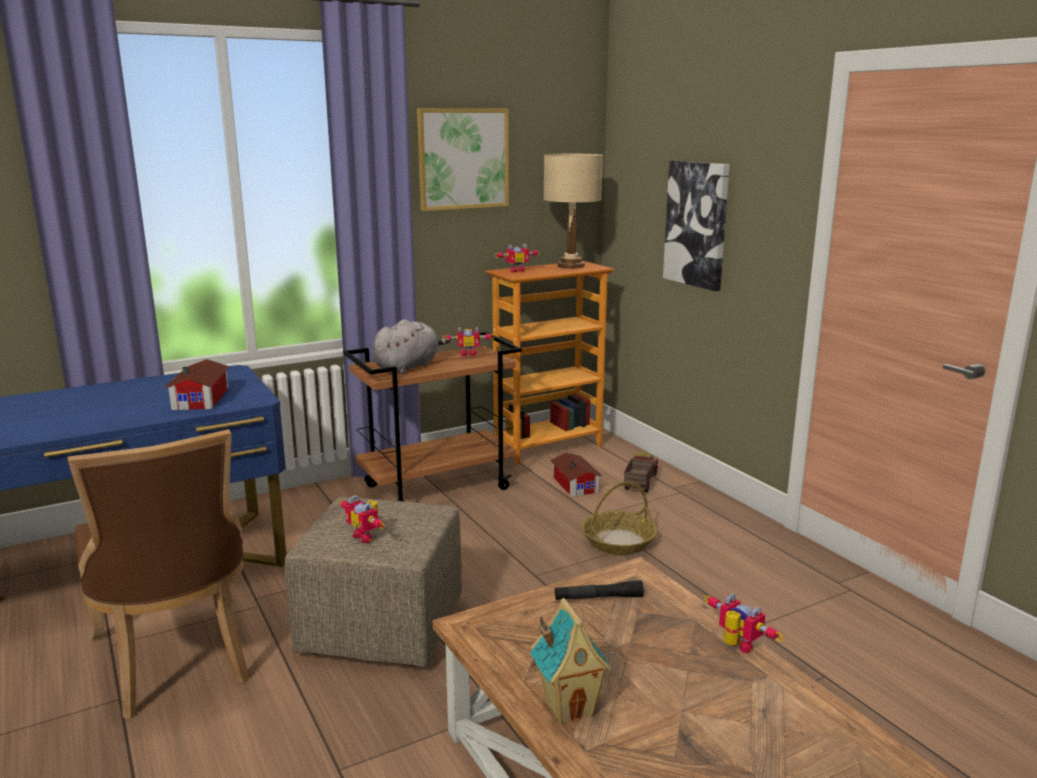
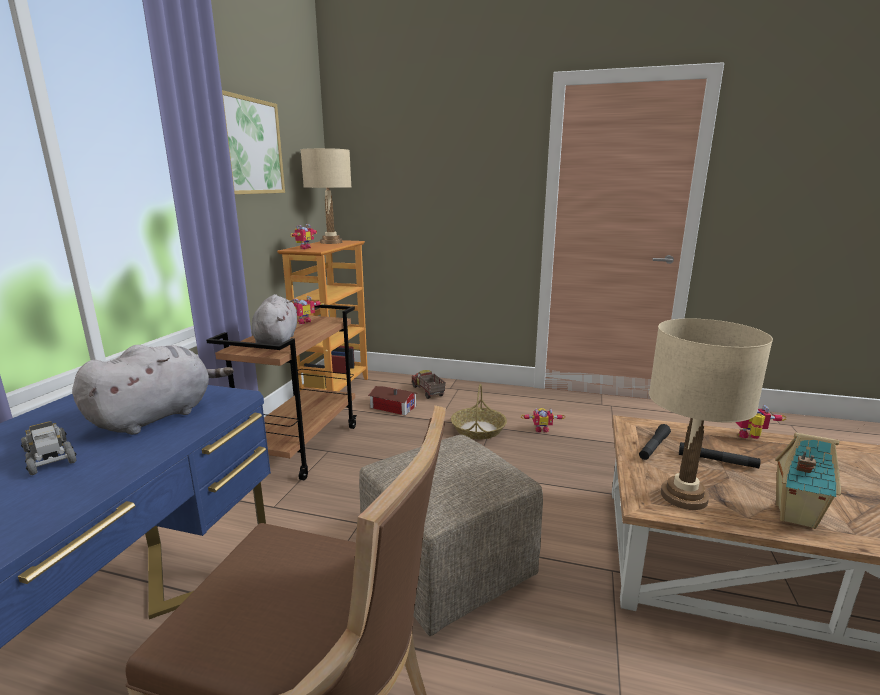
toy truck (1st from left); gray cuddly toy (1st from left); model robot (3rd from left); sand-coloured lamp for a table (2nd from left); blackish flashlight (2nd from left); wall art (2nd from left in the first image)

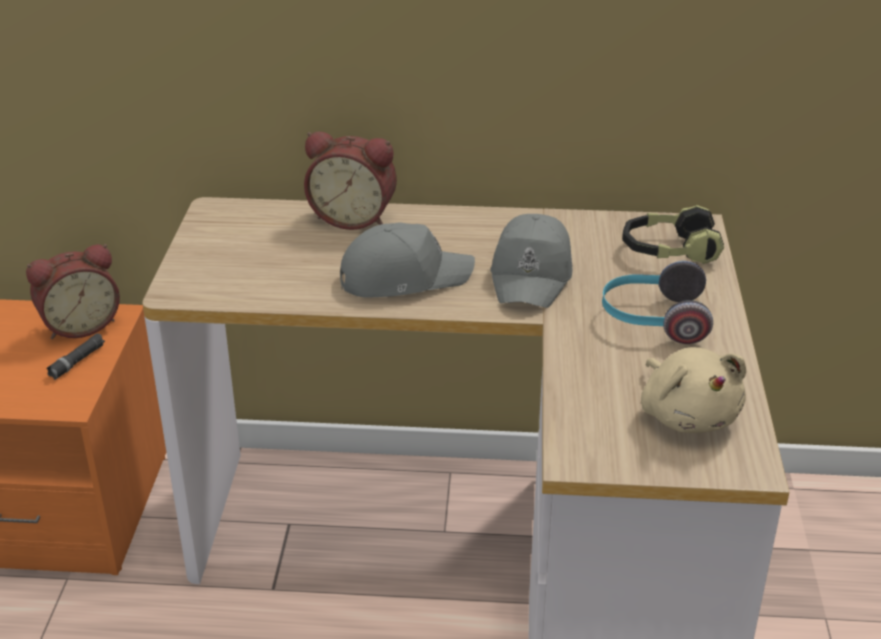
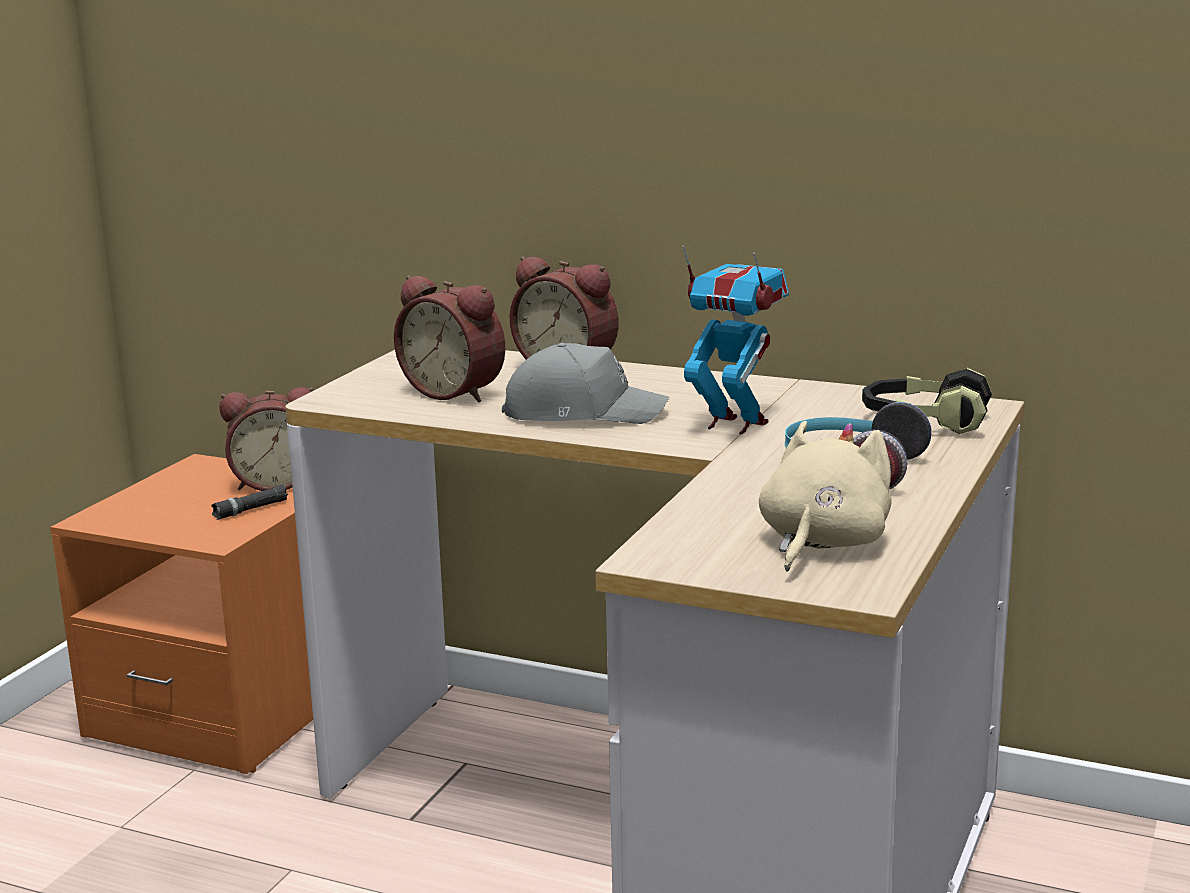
table clock (2nd from left); model robot; sand-coloured cuddly toy

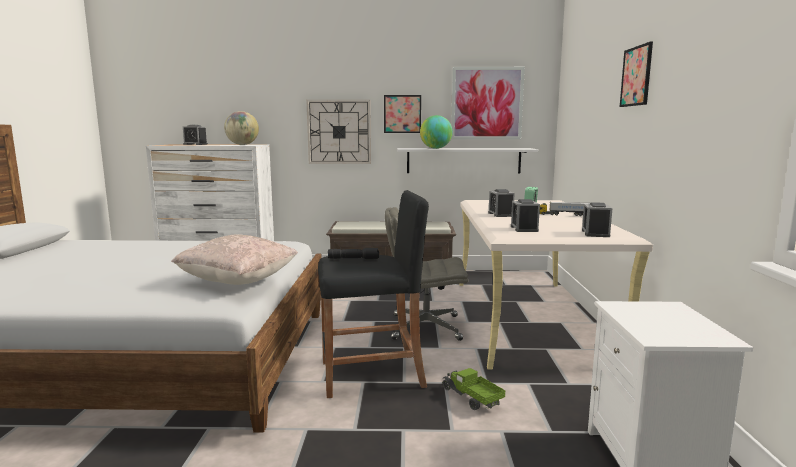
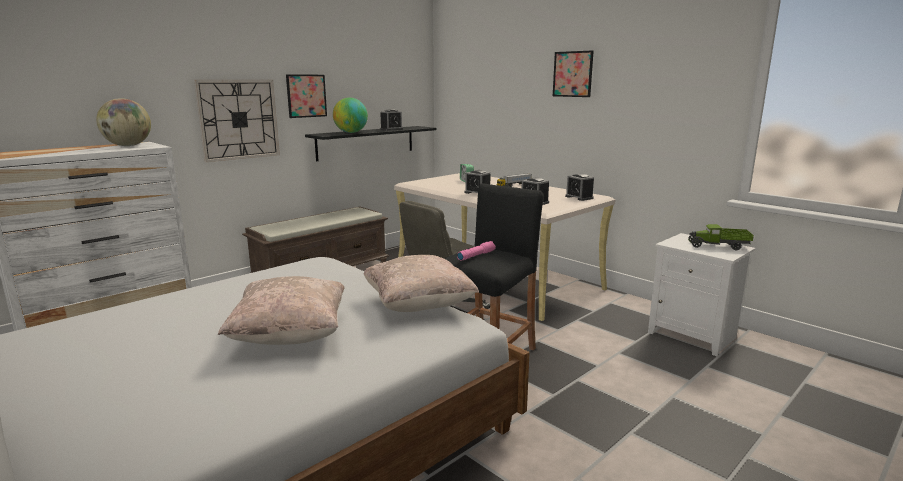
sand-coloured pillow (1st from left); blackish bracket shelf; table clock (1st from left); pink flashlight; toy truck (2nd from left); wall art (2nd from left in the first image)

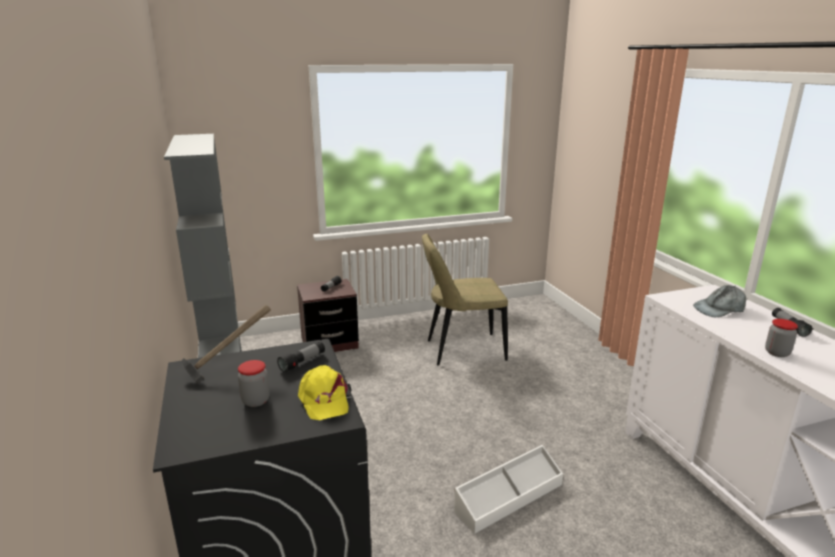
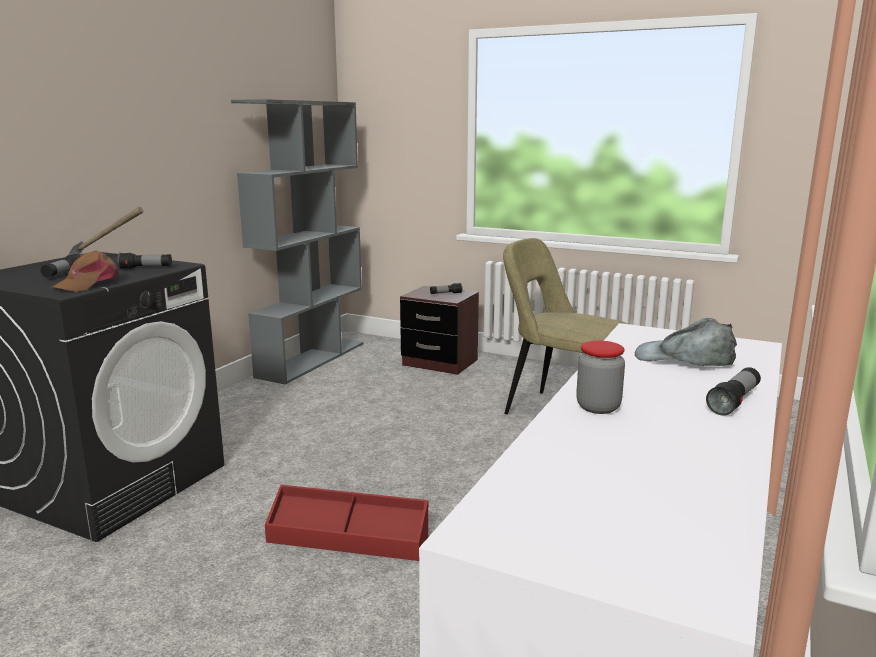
flashlight (1st from left); brownish cap; red storage bin

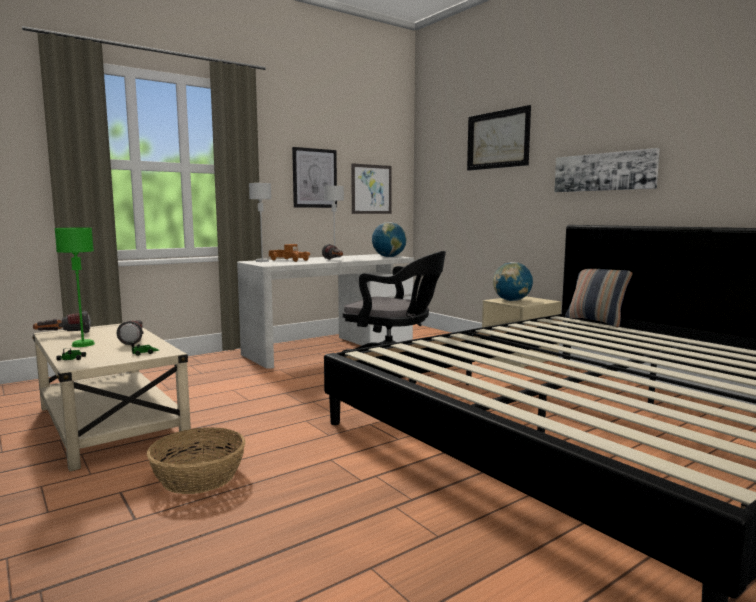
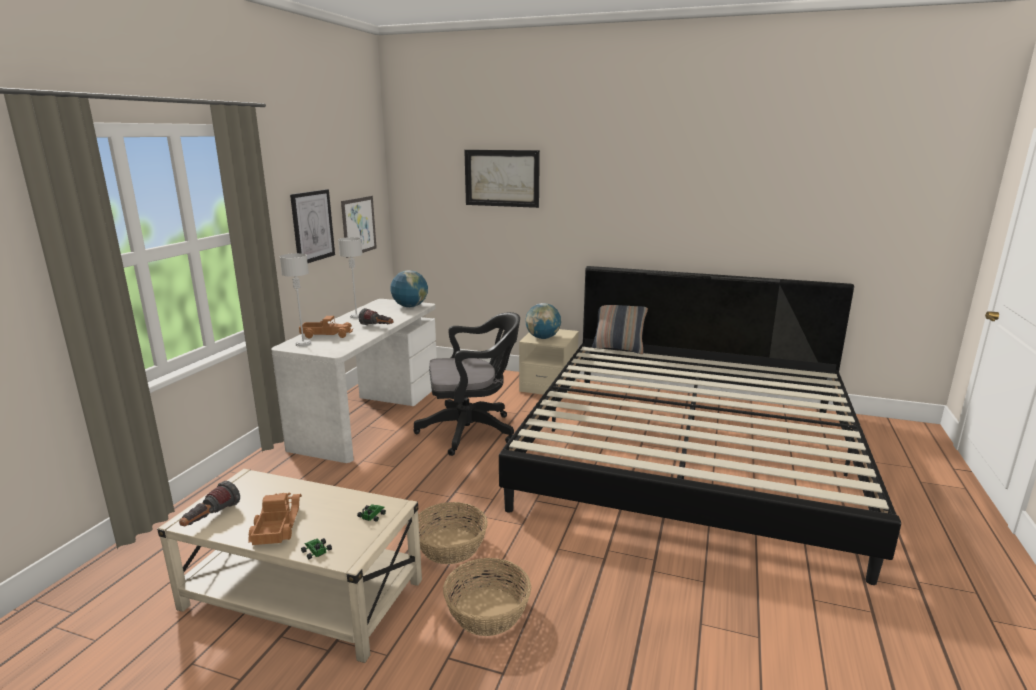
toy truck (1st from left); basket (1st from left); flashlight (2nd from left in the first image); wall art (4th from left in the first image)

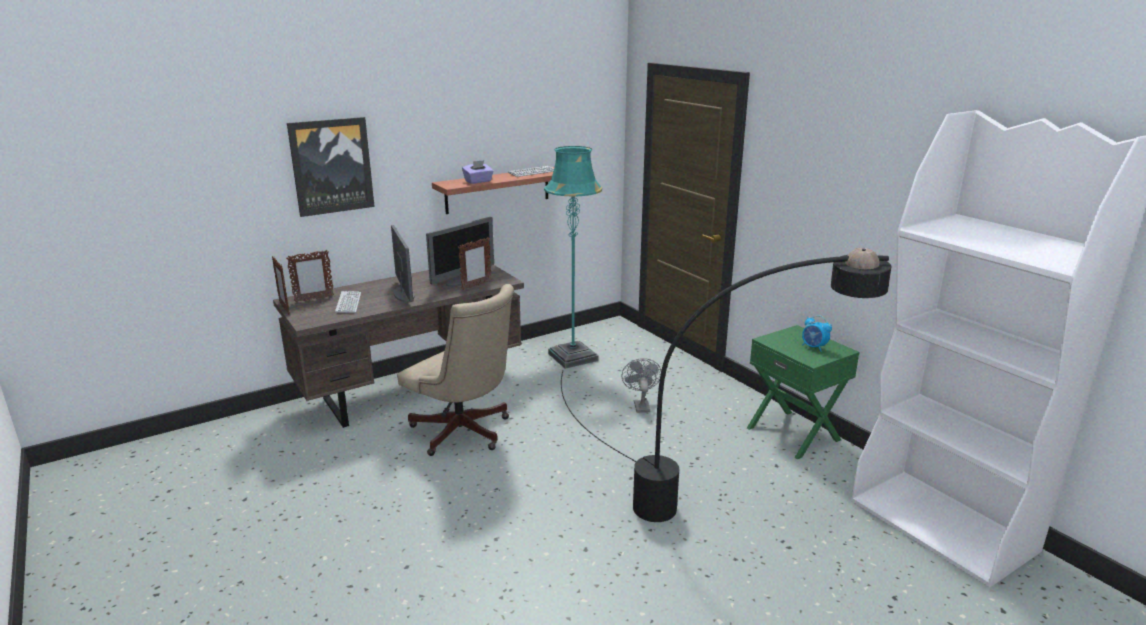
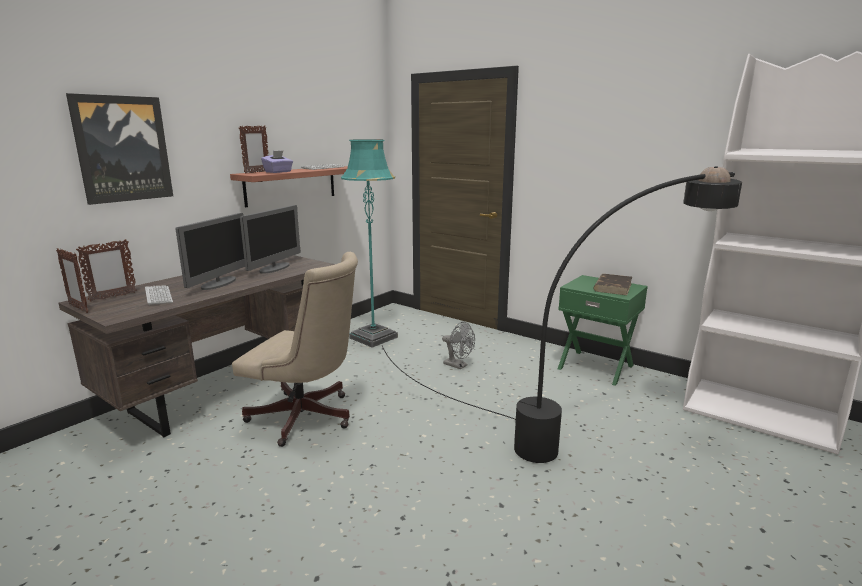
computer display (1st from left); standing frame (3rd from left); gray electric fan; brownish bound book

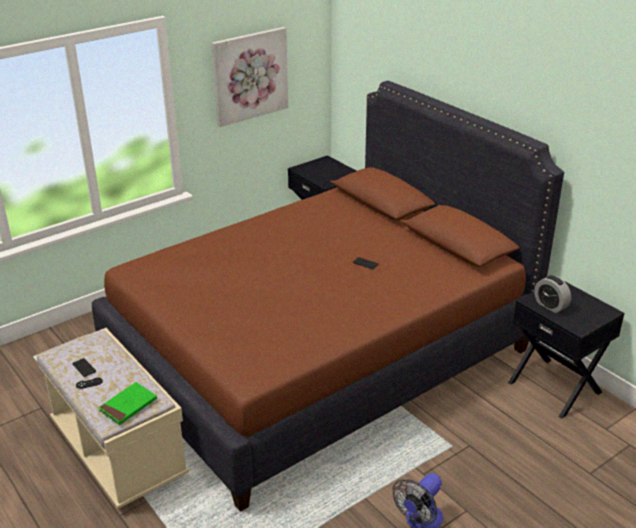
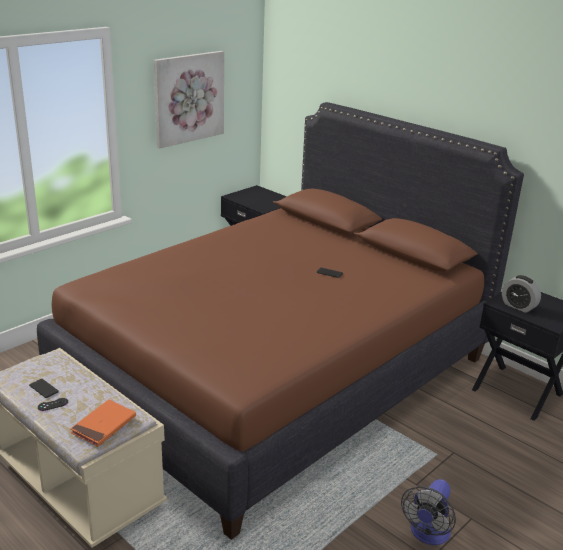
orange bound book

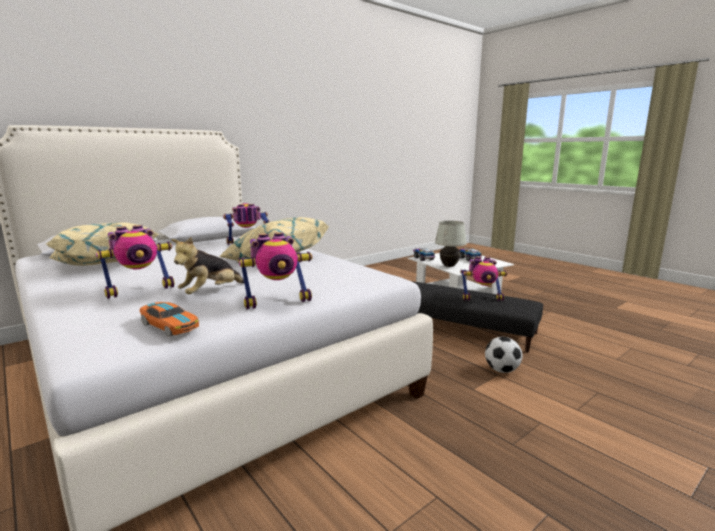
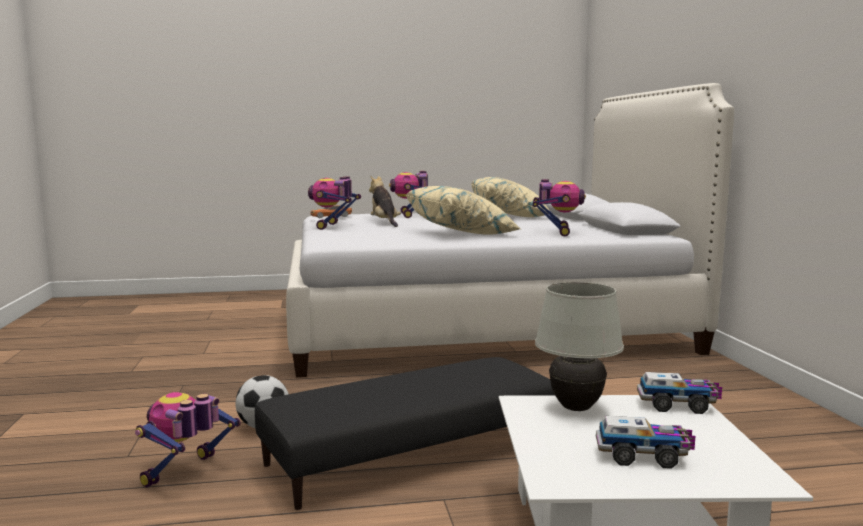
model robot (1st from left)

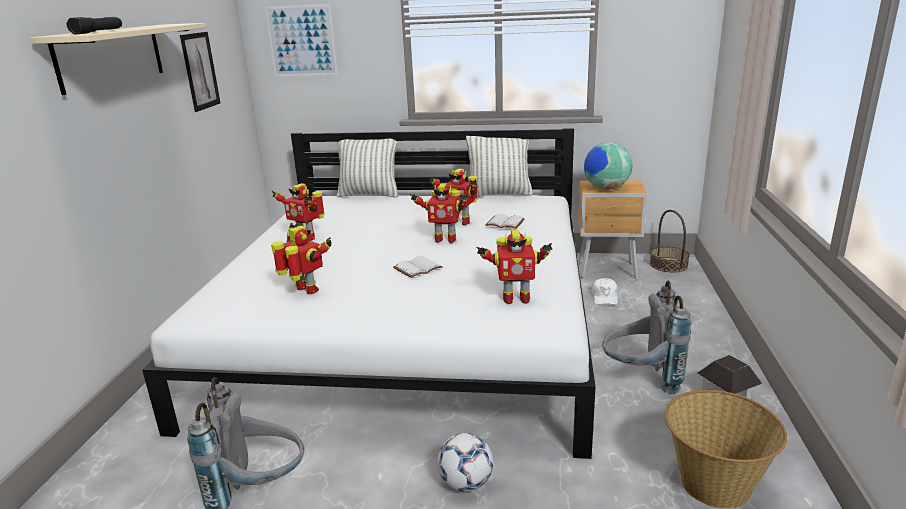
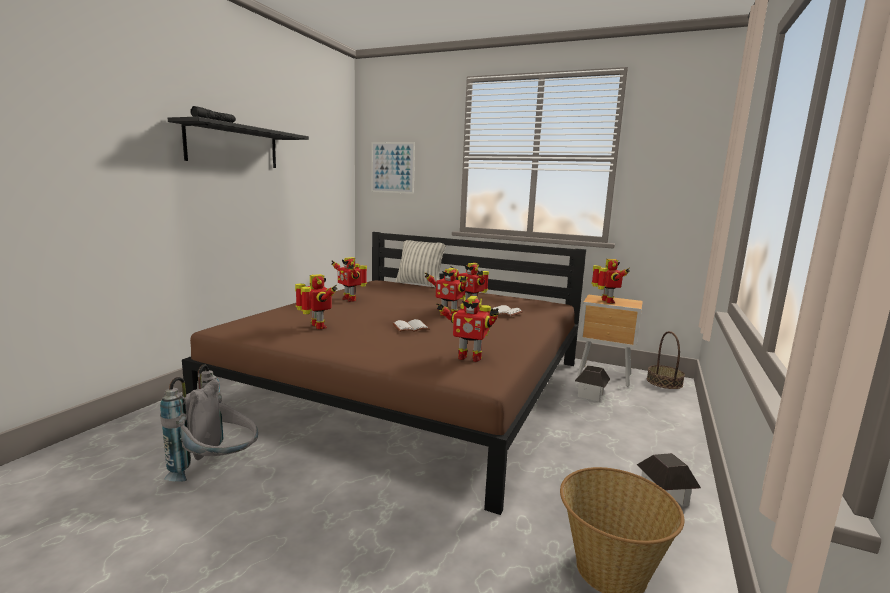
blackish bracket shelf; brownish bedroom bed; miniature house (1st from left); model robot (6th from left); wall art (1st from left in the first image); football; pillow (2nd from left in the first image); gray knapsack (2nd from left in the first image)

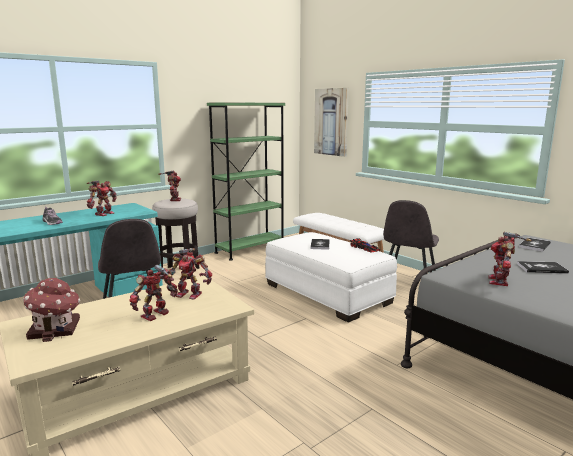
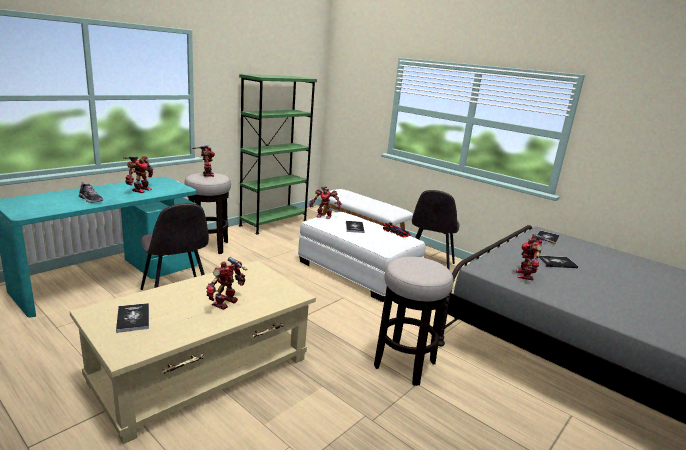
bound book (1st from left); model robot (4th from left); stool seat (2nd from left); wall art

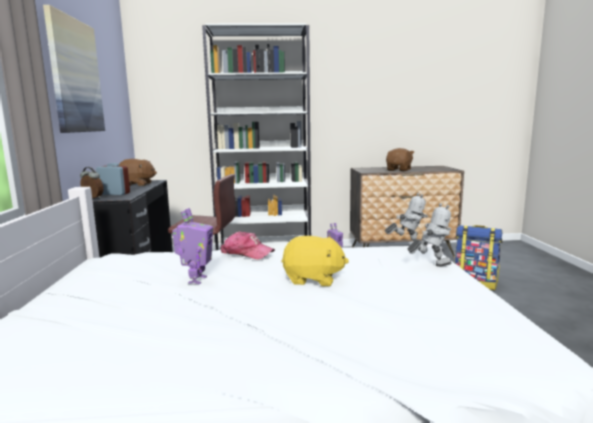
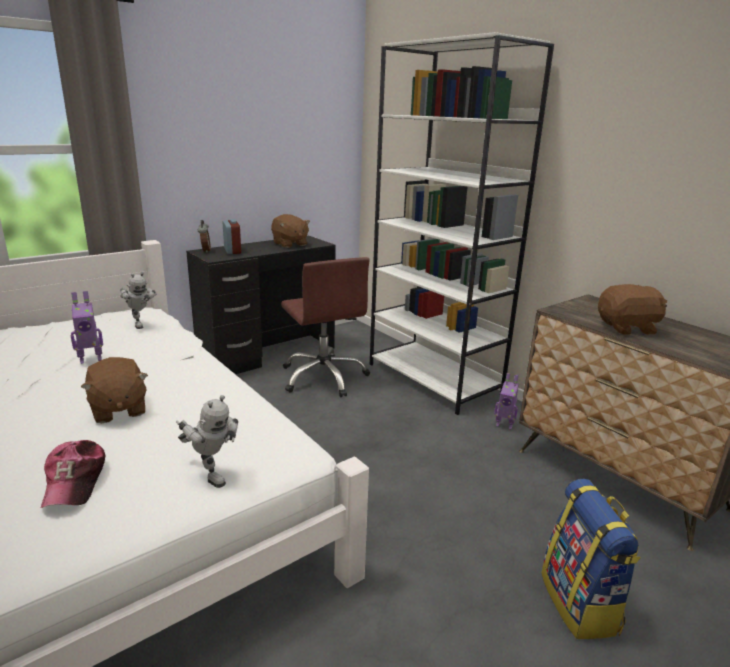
cap; brownish cuddly toy (1st from left); model robot (2nd from left); wall art

